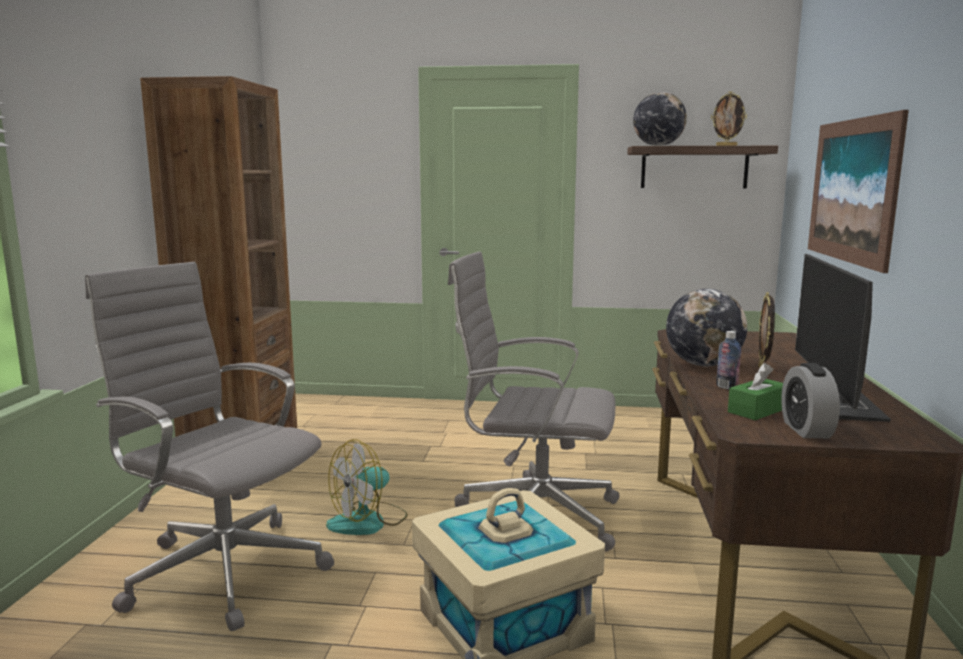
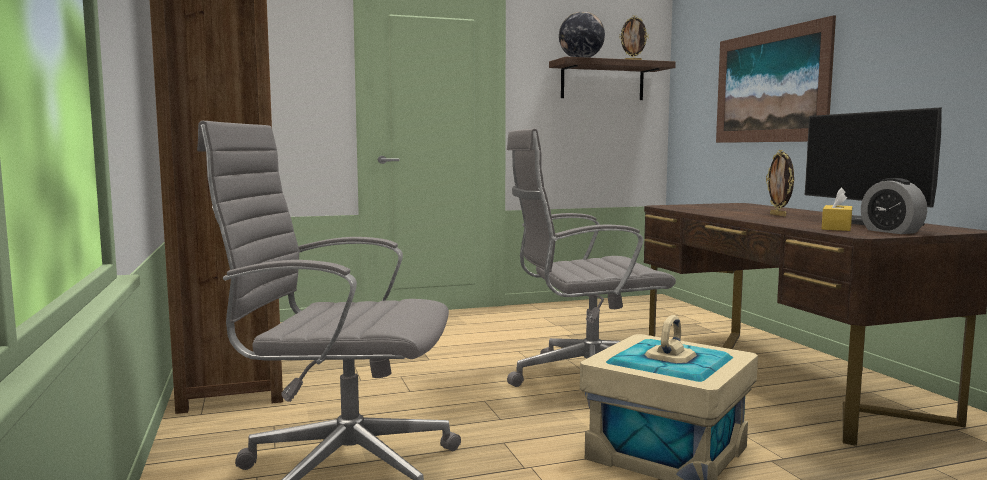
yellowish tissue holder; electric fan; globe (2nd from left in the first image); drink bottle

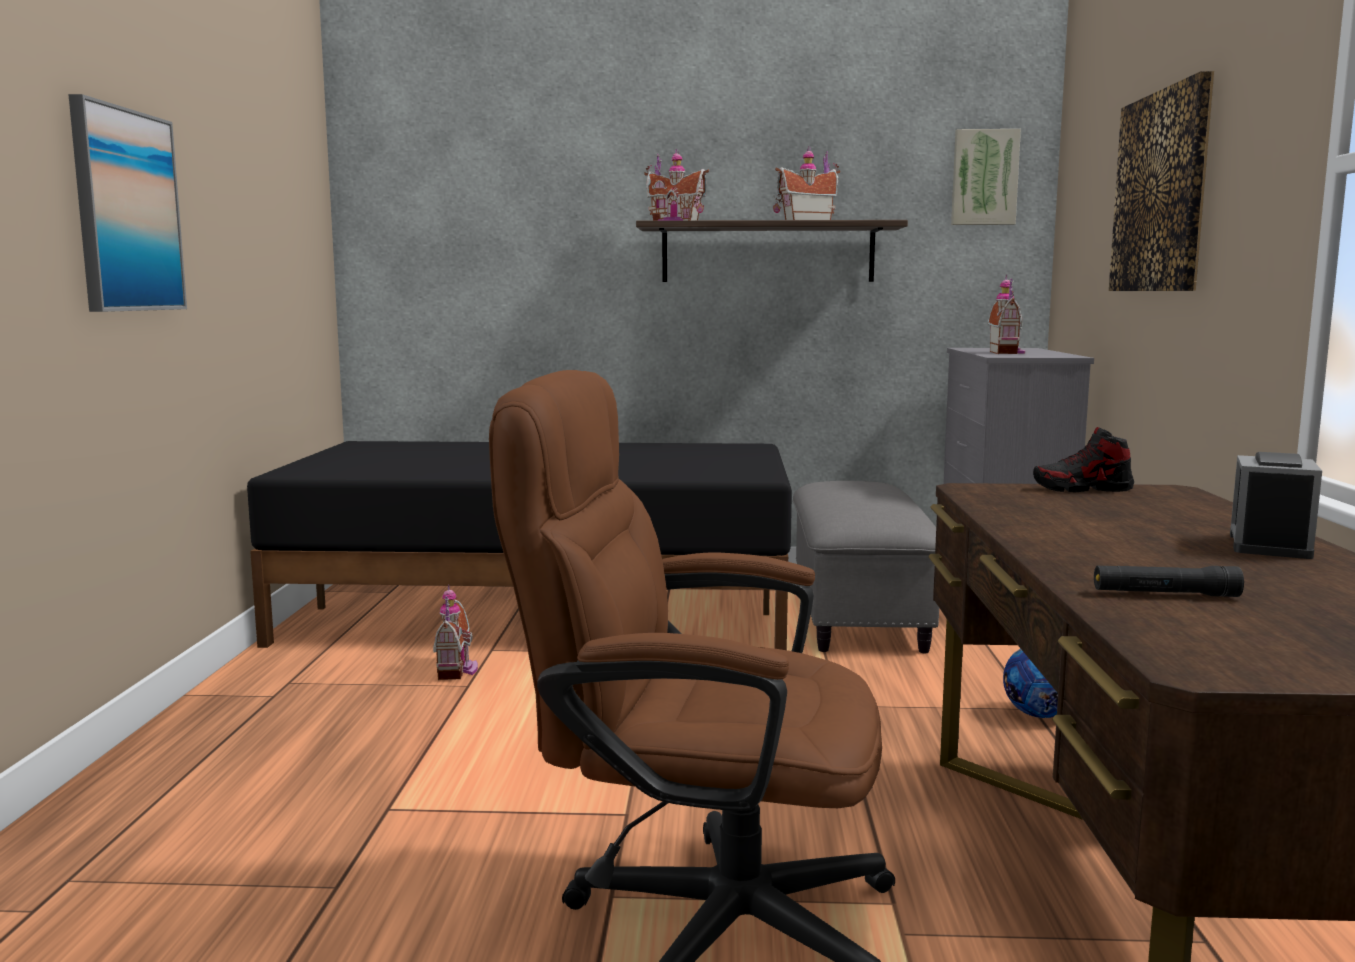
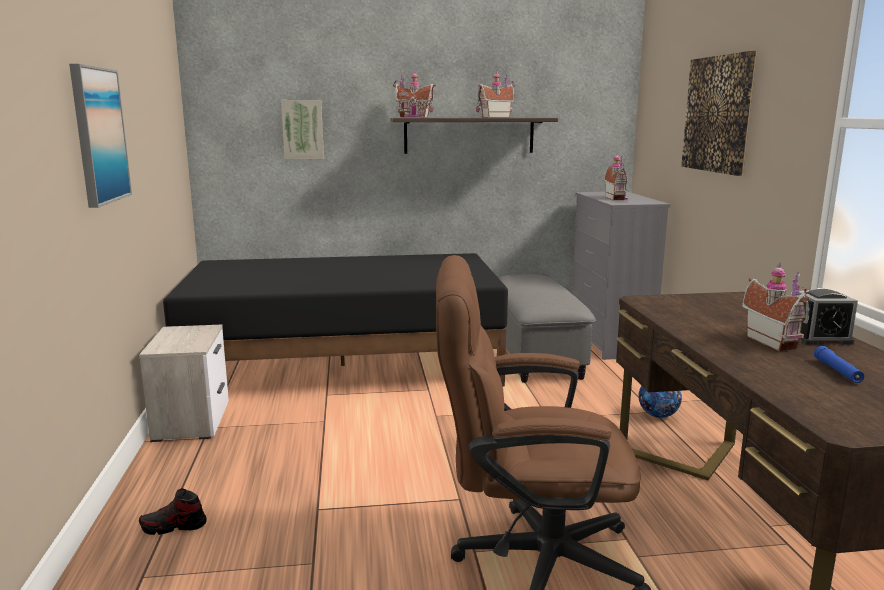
nightstand; shoe; wall art (2nd from left); miniature house (4th from left); table clock; blue-coloured flashlight; blackish flashlight

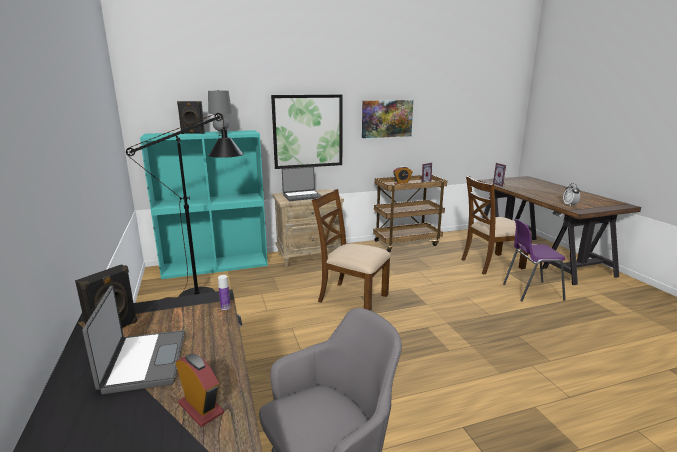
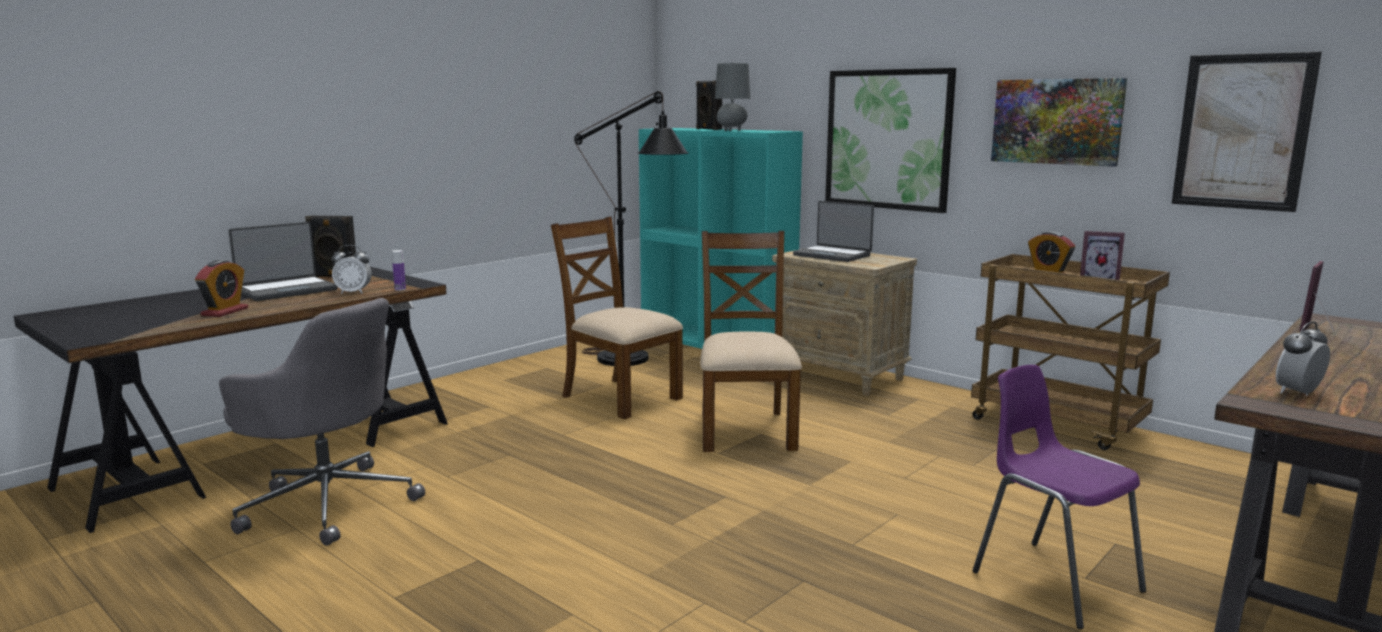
table clock (2nd from left); brownish chair (1st from left); wall art (3rd from left)

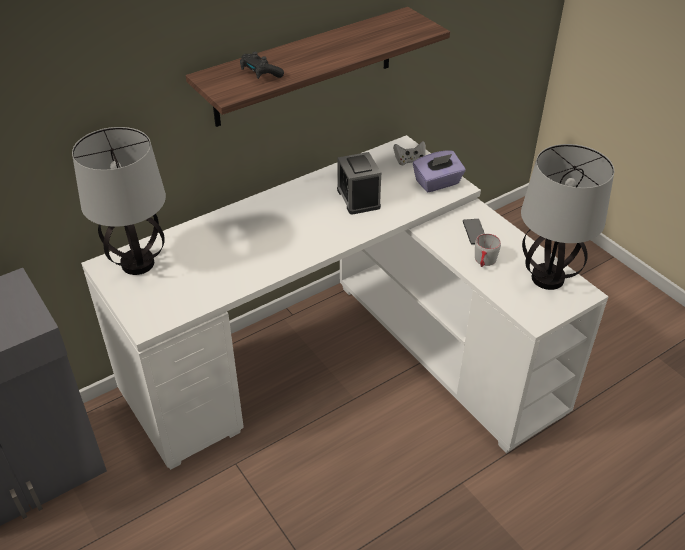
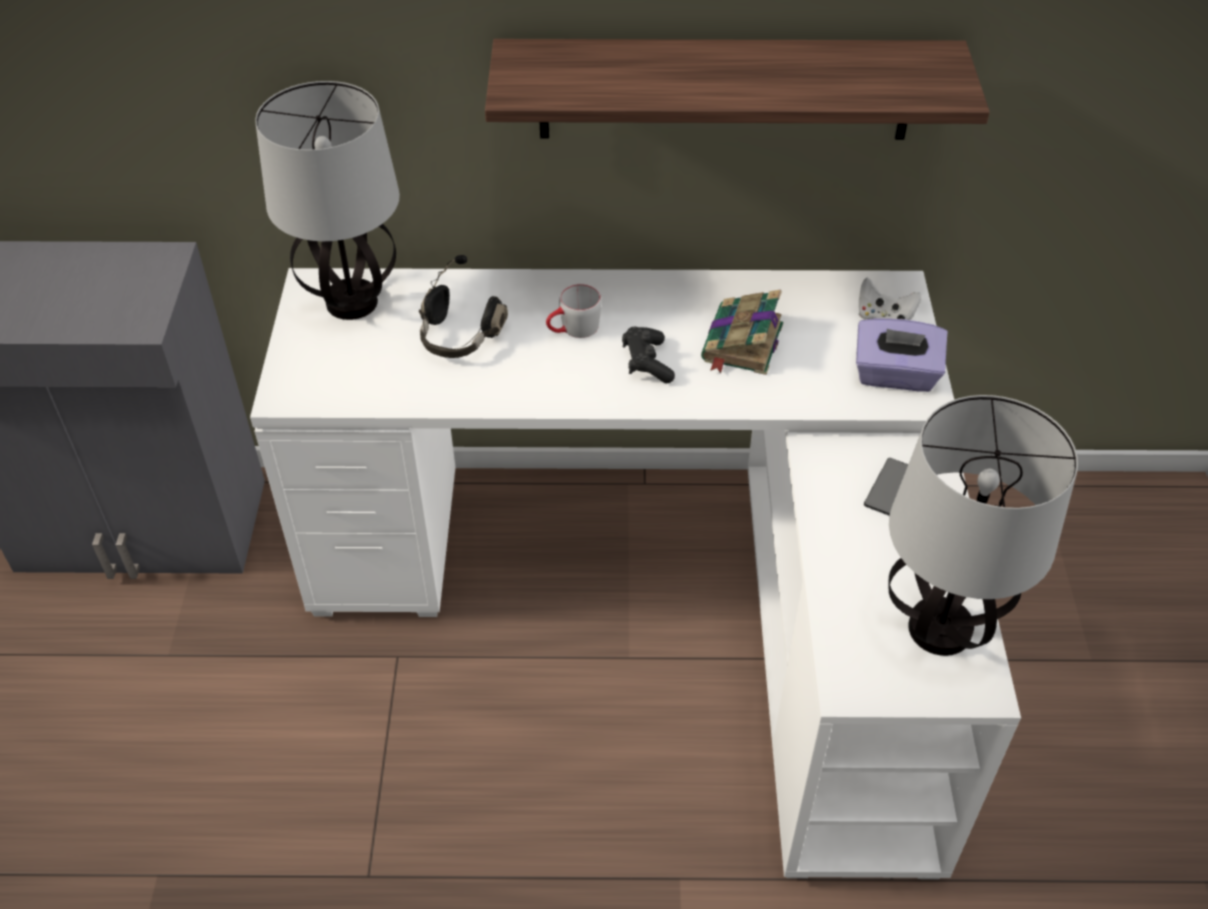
blackish headphones; gray mug; blackish gamepad; bound book

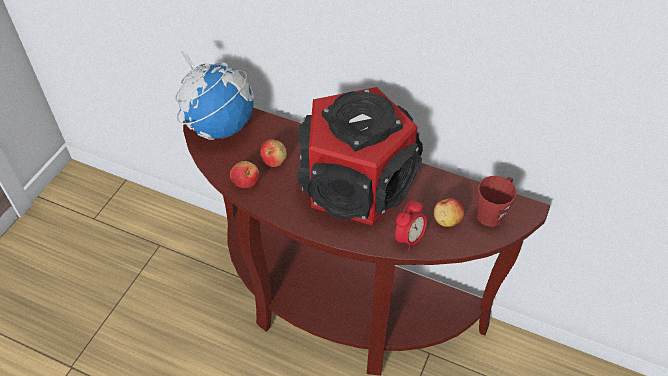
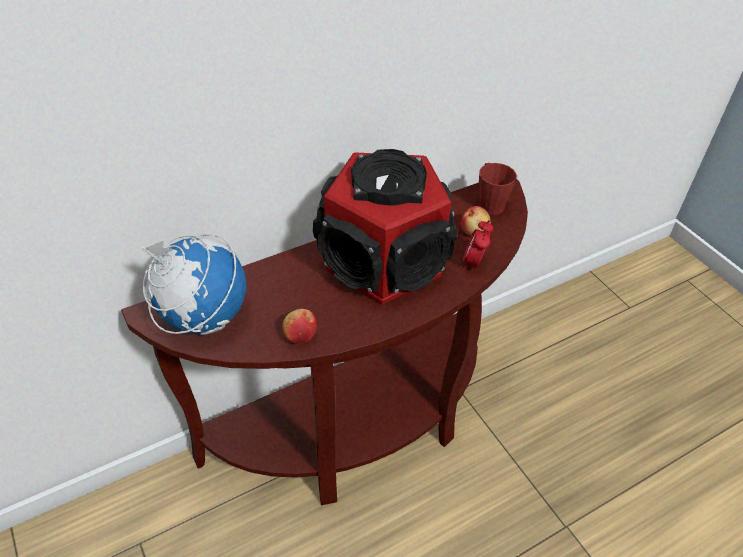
table clock; apple (2nd from left in the first image)

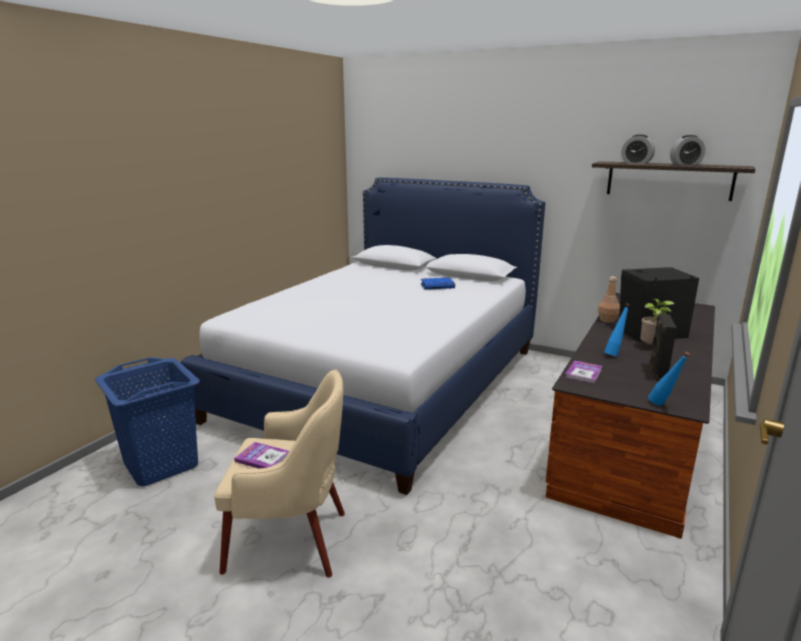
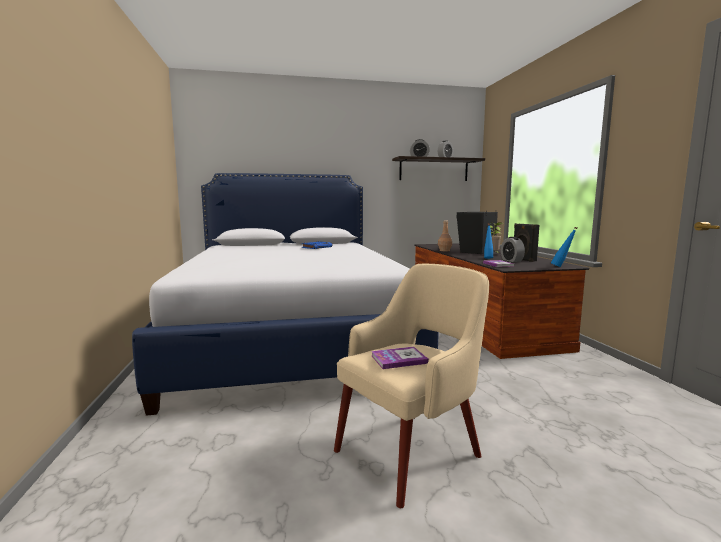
table clock (3rd from left); blue-coloured hamper

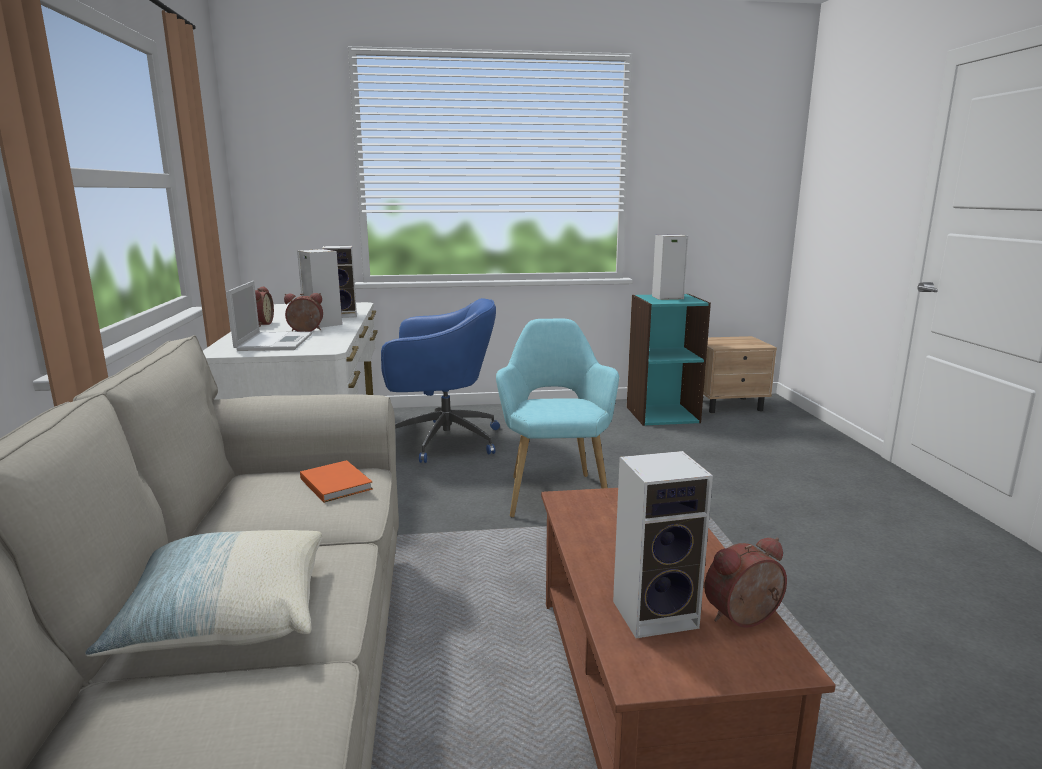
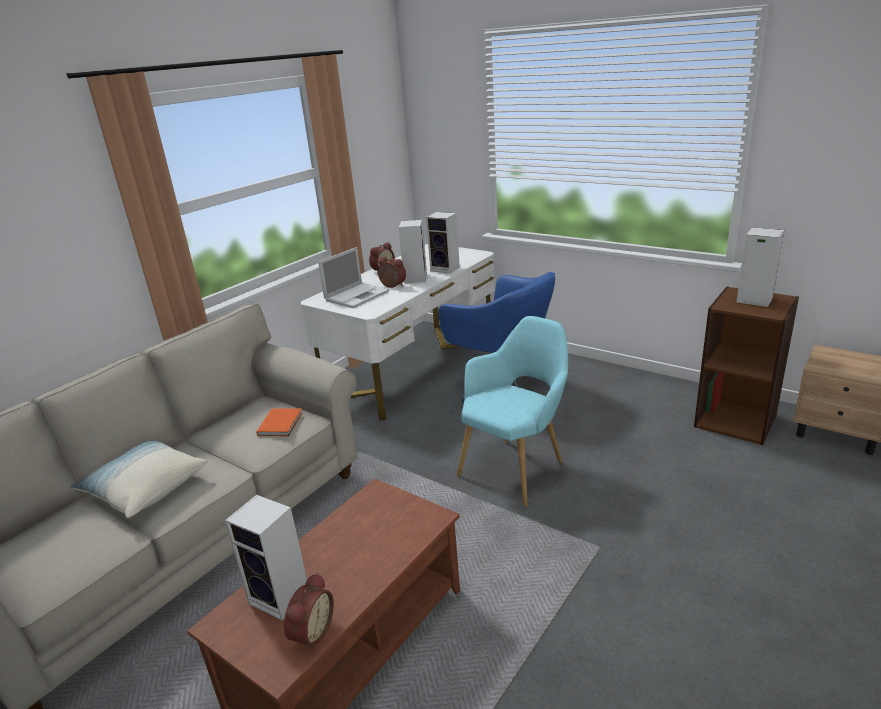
table clock (1st from left); brownish shelving unit

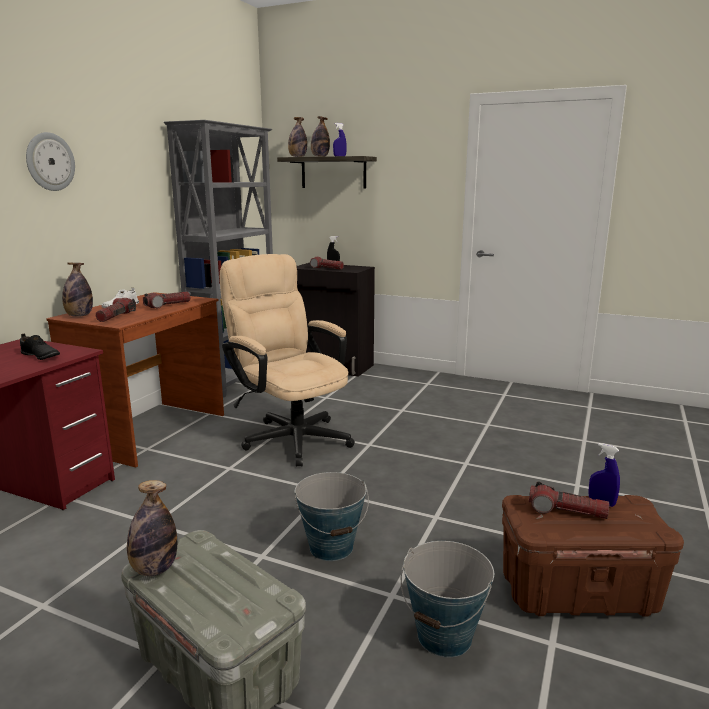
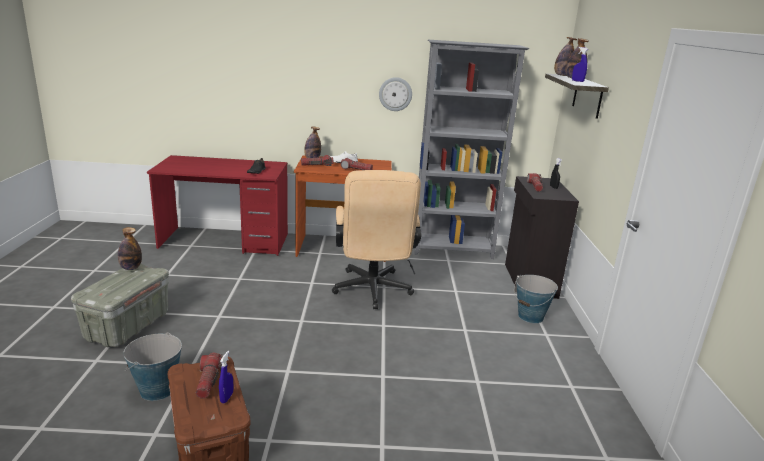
sand-coloured desk chair; hanging clock; water bucket (2nd from left)

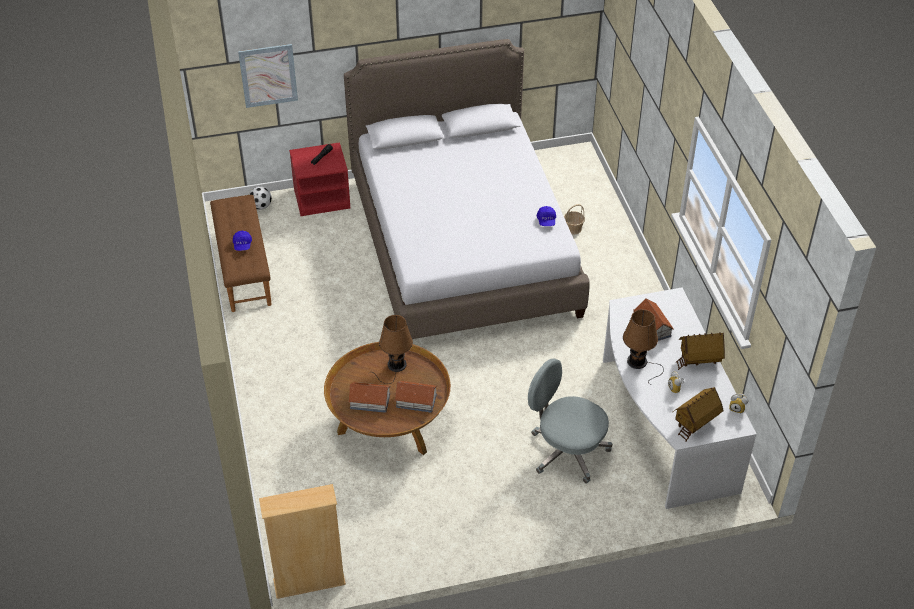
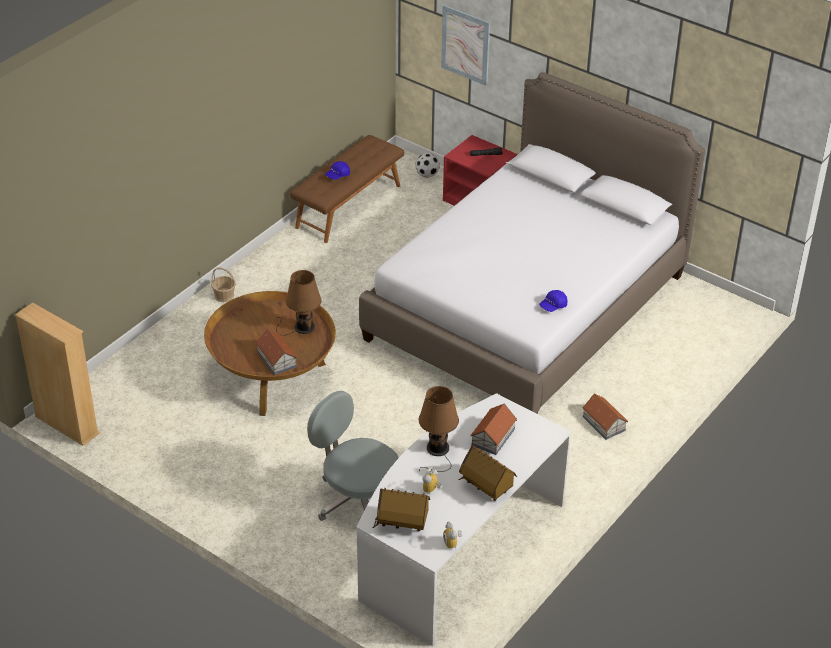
basket; gray desk chair; miniature house (5th from left)

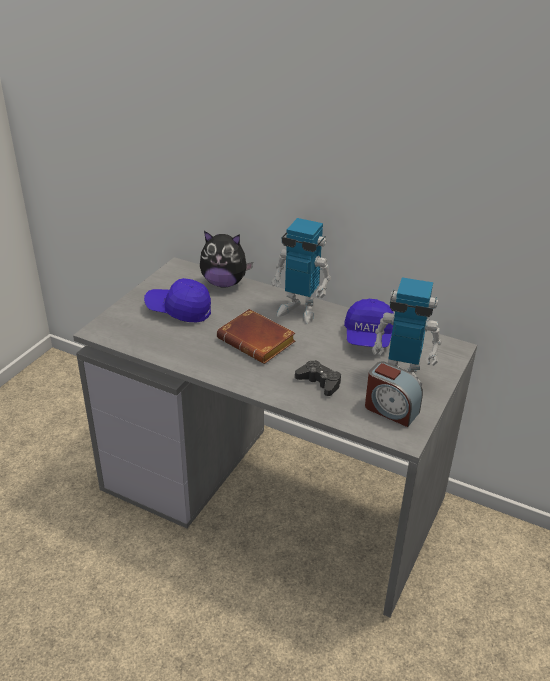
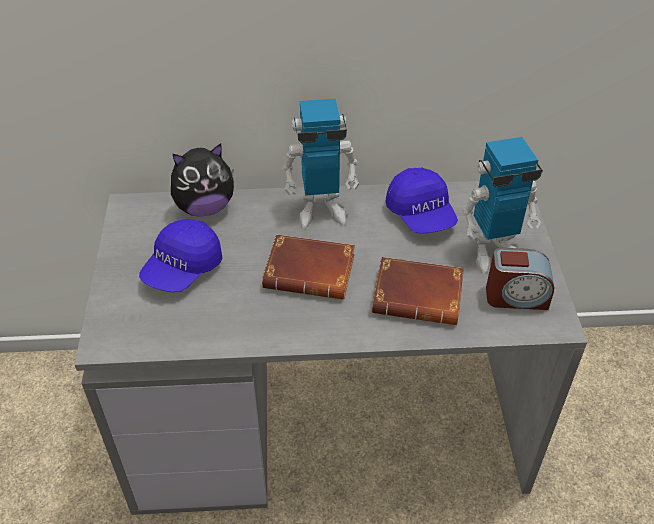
blue-coloured cap (1st from left); brownish bound book (2nd from left)

